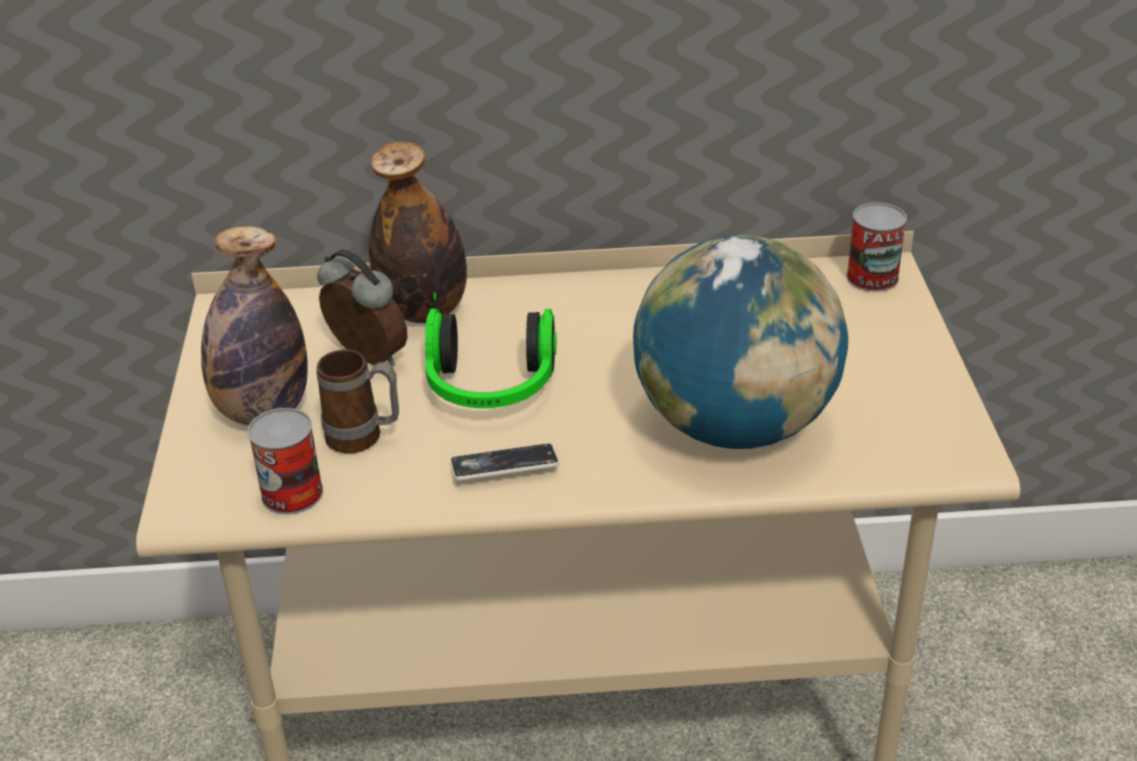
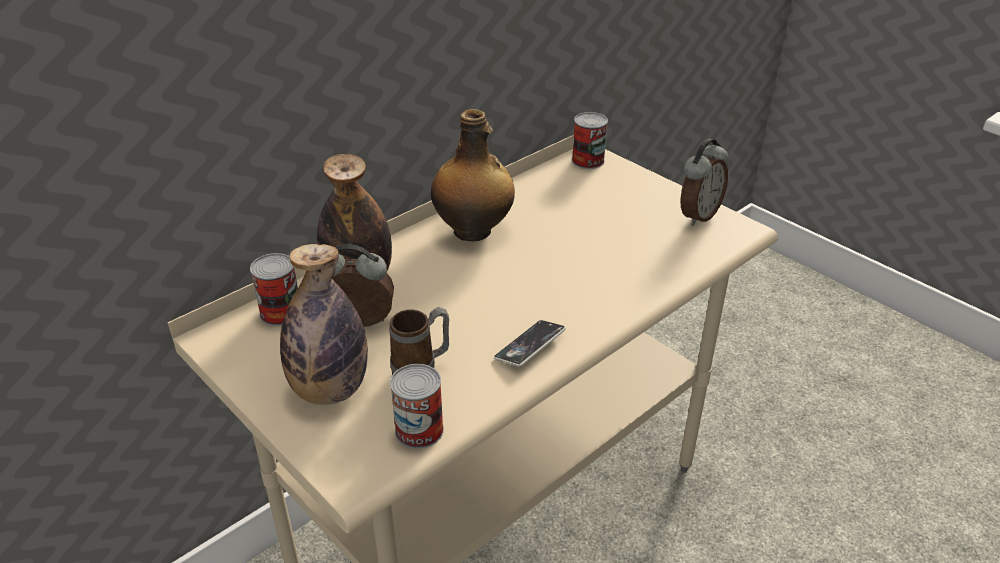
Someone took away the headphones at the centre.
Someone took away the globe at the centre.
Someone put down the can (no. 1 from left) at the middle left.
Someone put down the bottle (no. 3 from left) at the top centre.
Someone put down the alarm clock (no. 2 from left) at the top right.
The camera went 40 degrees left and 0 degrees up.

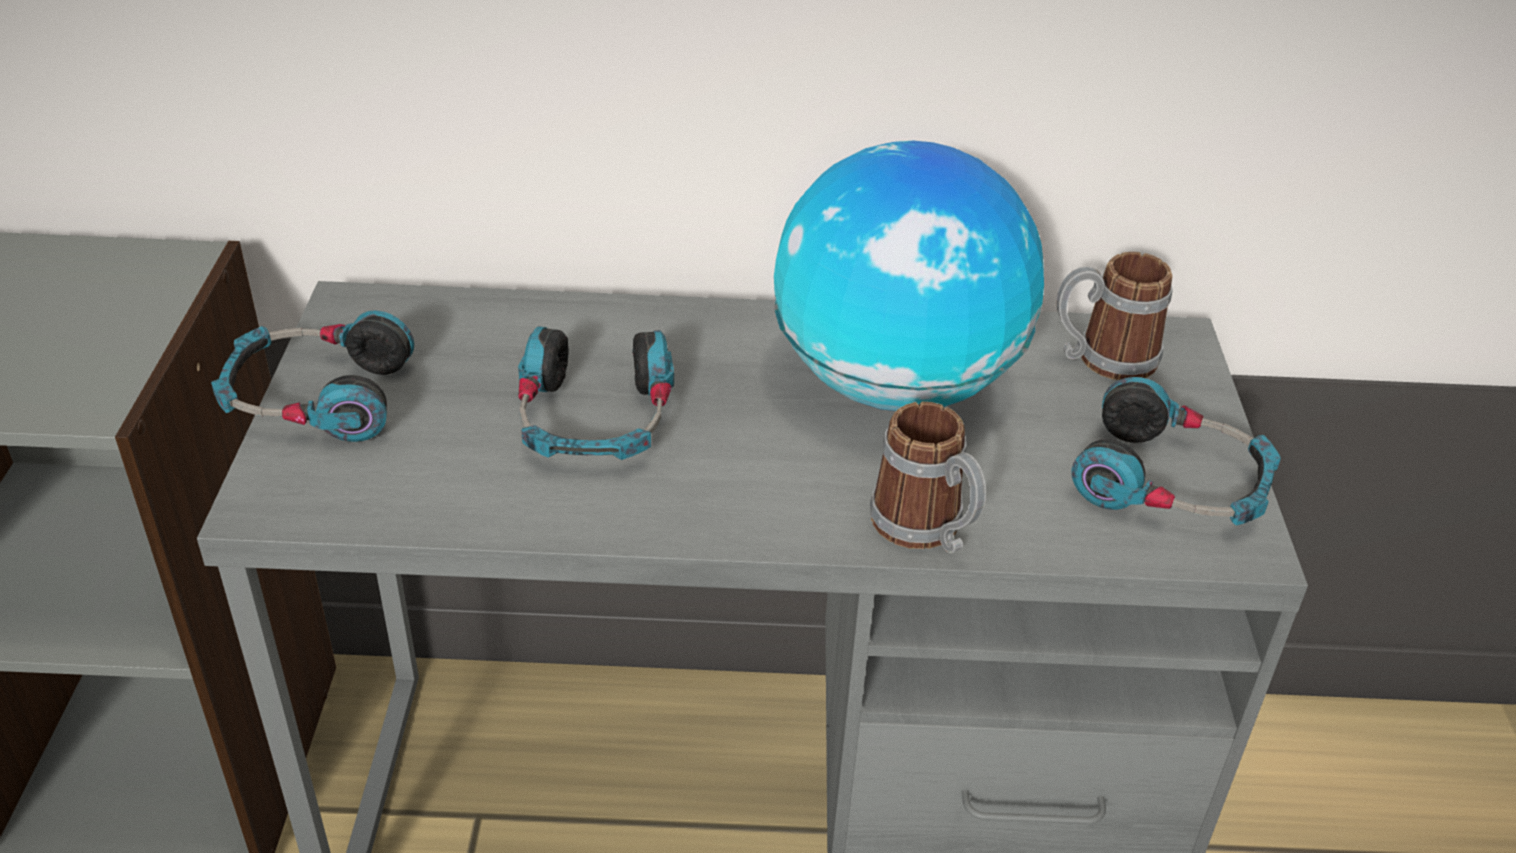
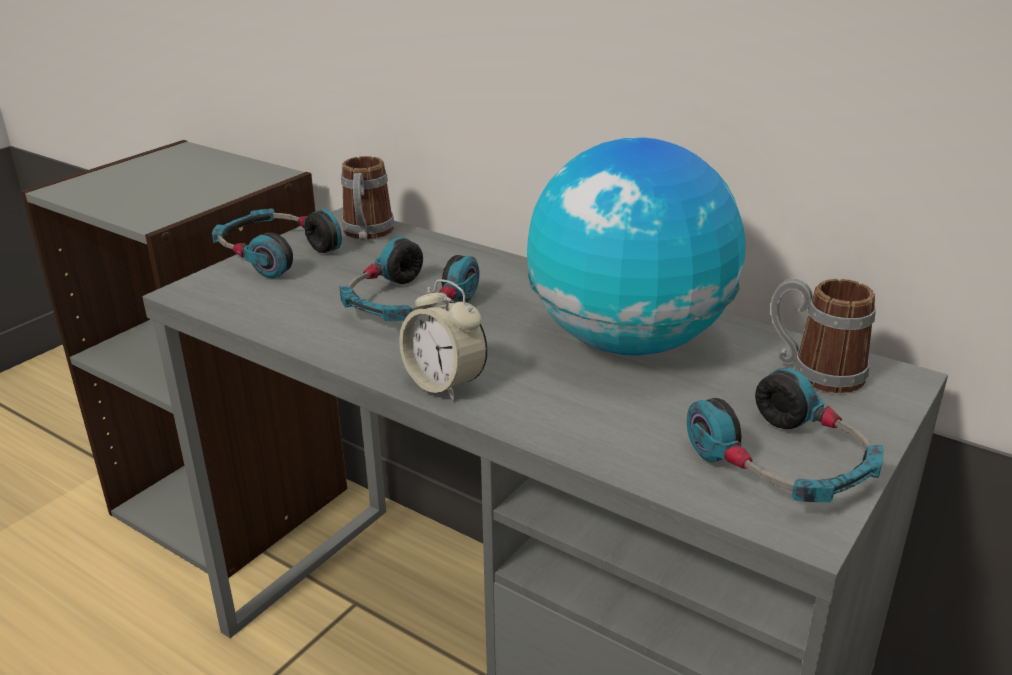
Someone put down the alarm clock at the centre.
Someone carried the mug (no. 1 from left) from the centre to the top centre.
The camera went 35 degrees right and 10 degrees down.

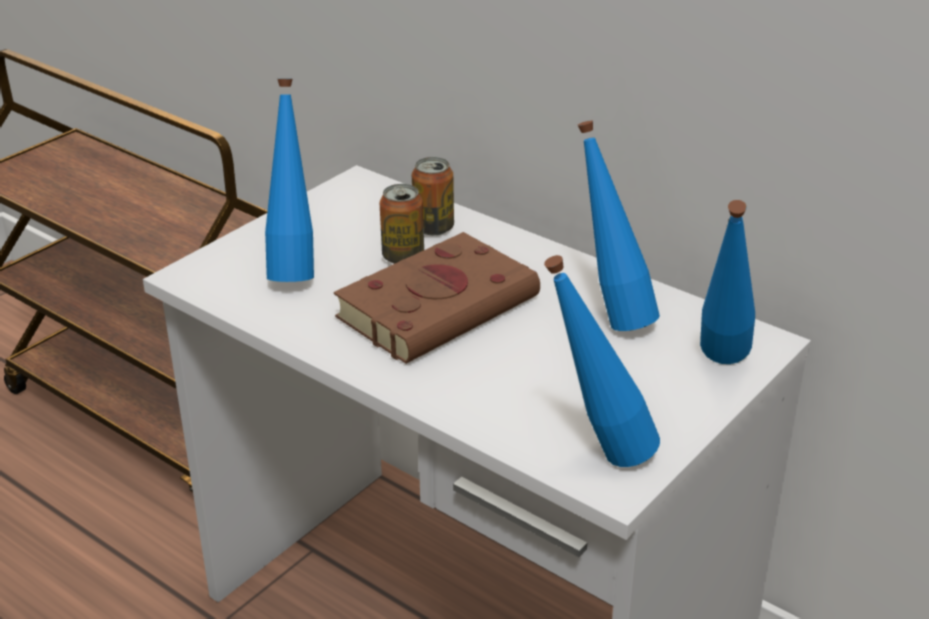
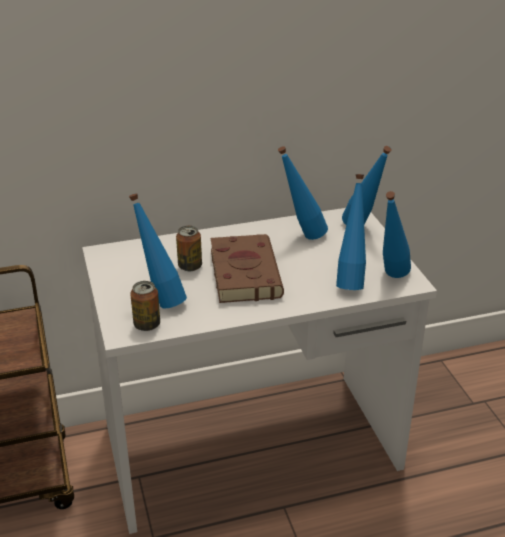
Someone put down the bottle in blue (no. 3 from left) at the middle right.
Someone carried the can (no. 2 from left in the first image) from the top centre to the middle left.
The camera went 55 degrees left and 0 degrees up.

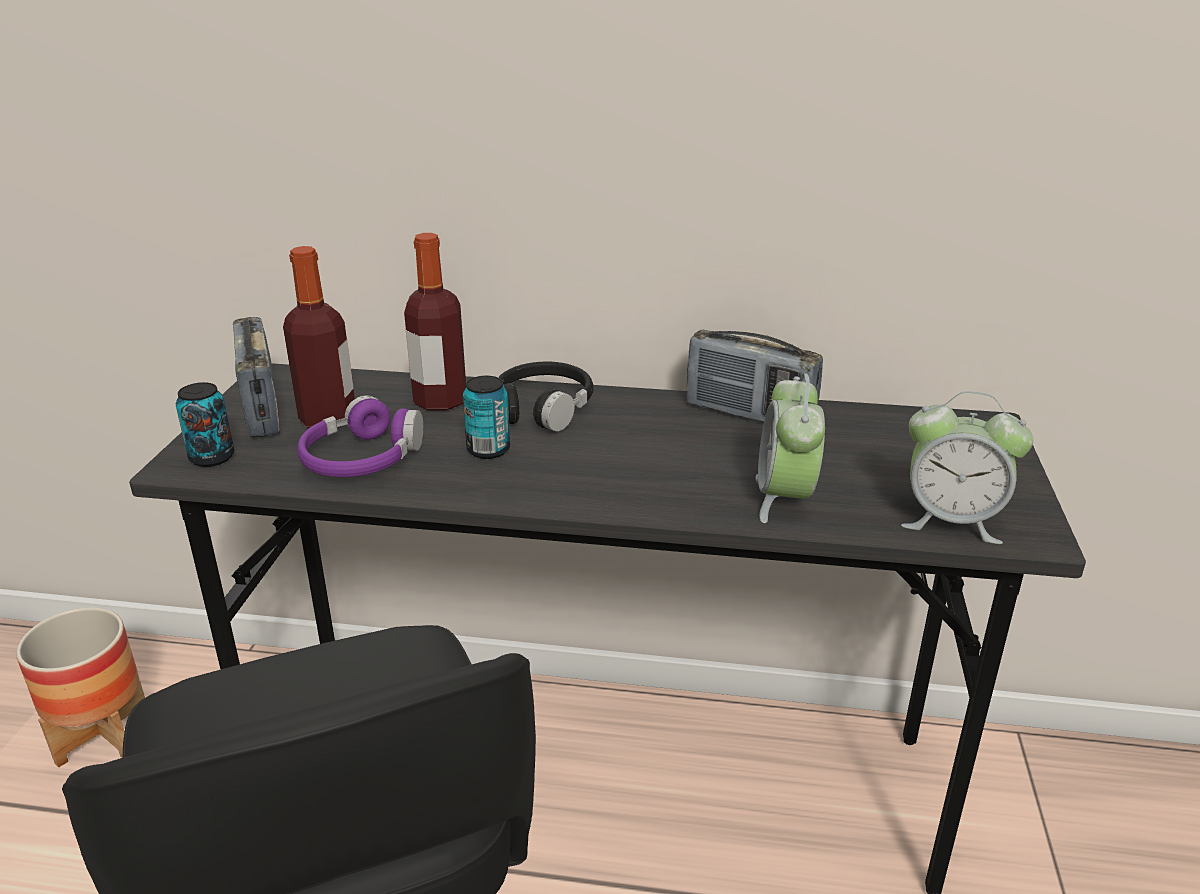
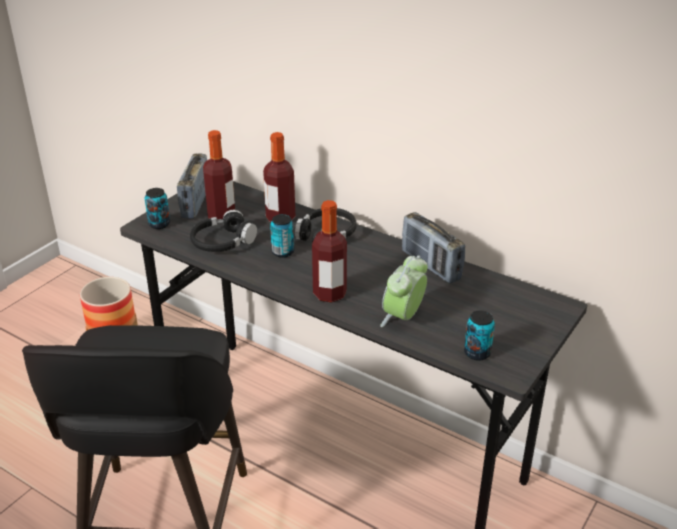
Someone put down the bottle (no. 3 from left) at the centre.
Someone swapped the alarm clock (no. 2 from left) at the middle right for the can (no. 3 from left) at the middle right.
Someone repainted the headphones in purple at the middle left, which became the headphones in black (no. 1 from left) at the middle left.
The camera went 25 degrees right and 5 degrees up.

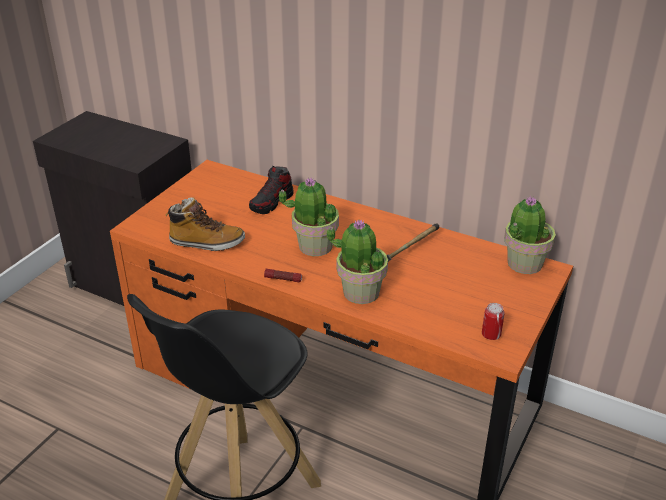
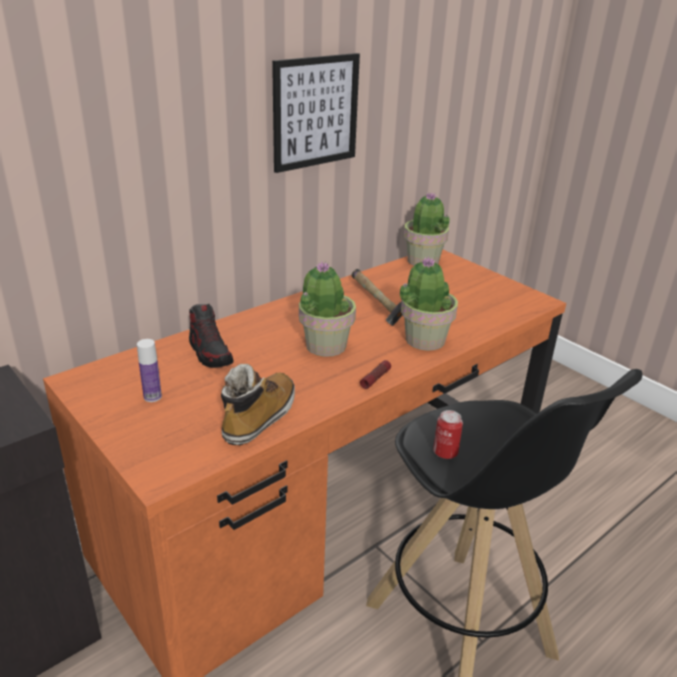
Someone put down the bottle at the middle left.
Someone put up the picture at the top centre.
Someone carried the can from the middle right to the centre.
The camera went 70 degrees left and 5 degrees down.

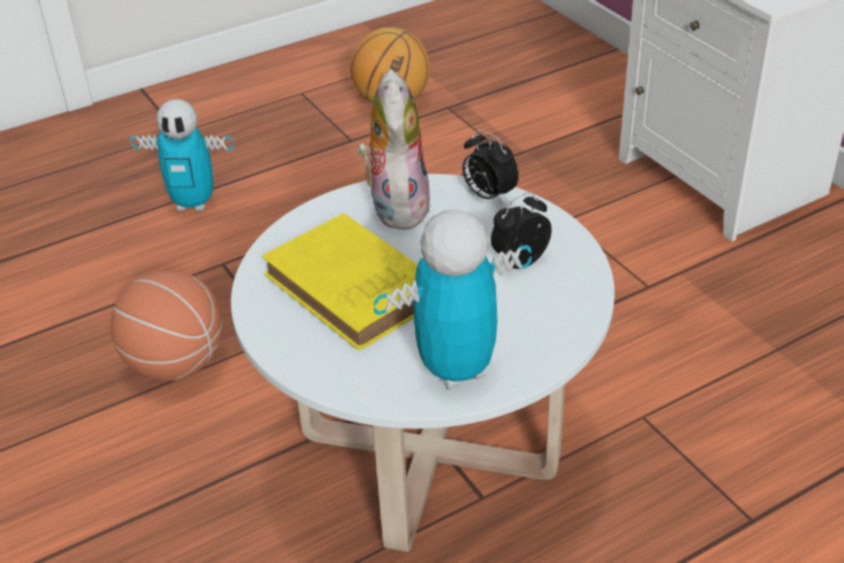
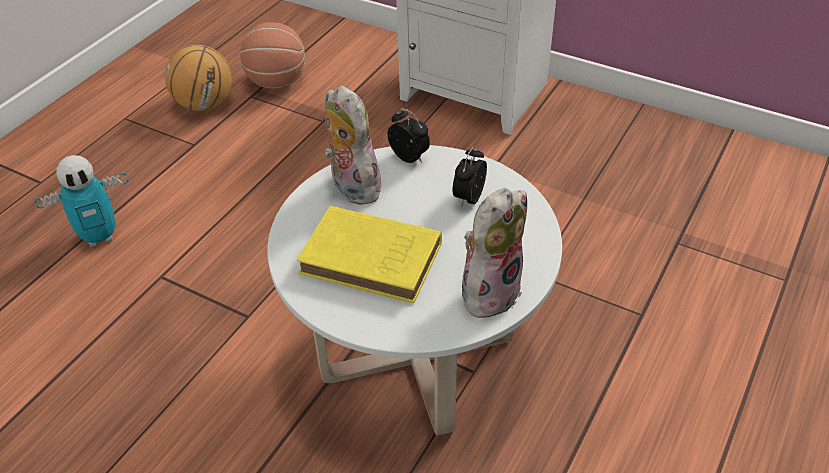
Someone carried the basketball (no. 1 from left in the first image) from the middle left to the top left.
Someone swapped the toy robot (no. 2 from left) at the centre for the plush toy (no. 2 from left) at the centre.
Someone rotated the alarm clock (no. 1 from left) at the top centre by 150 degrees counterclockwise.
The camera went 30 degrees left and 5 degrees up.

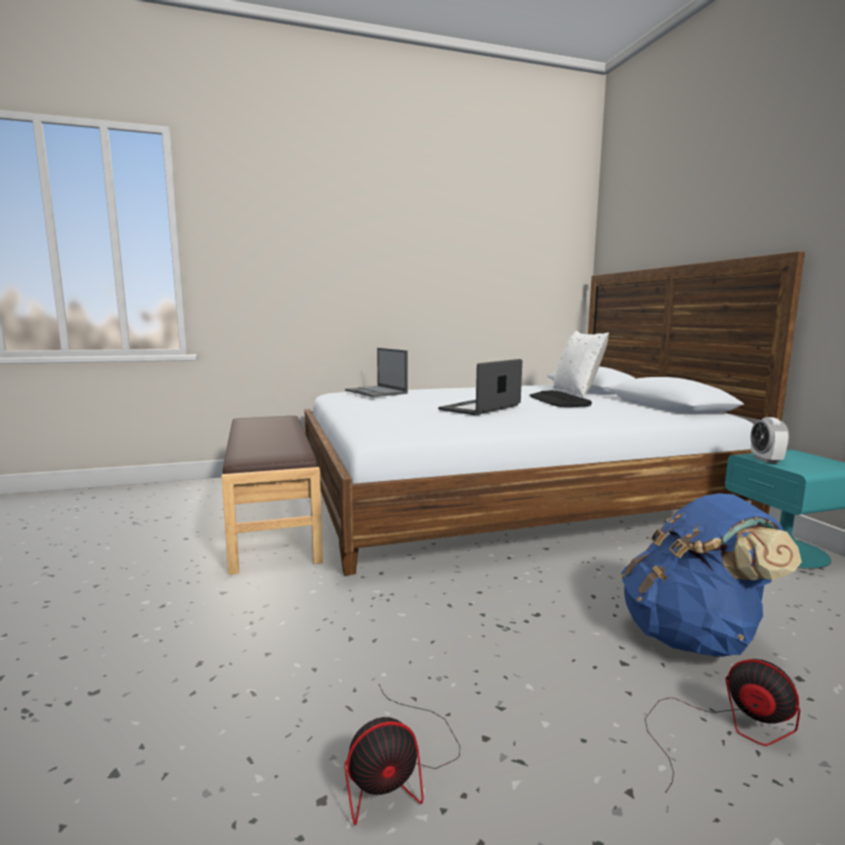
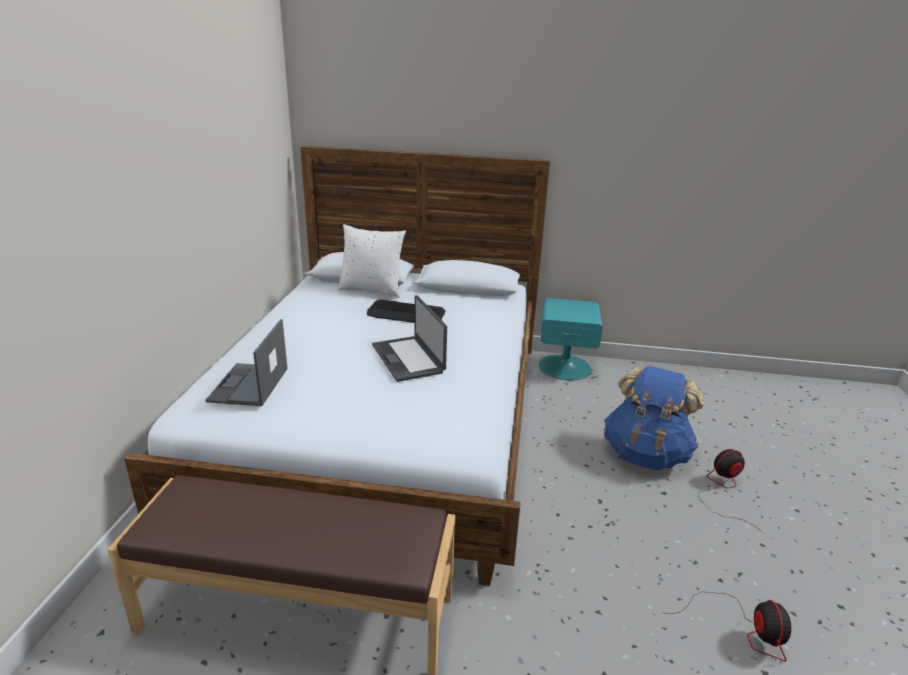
Someone took away the alarm clock at the middle right.
Someone rotated the laptop (no. 1 from left) at the centre by 105 degrees clockwise.
The camera went 65 degrees left and 15 degrees up.

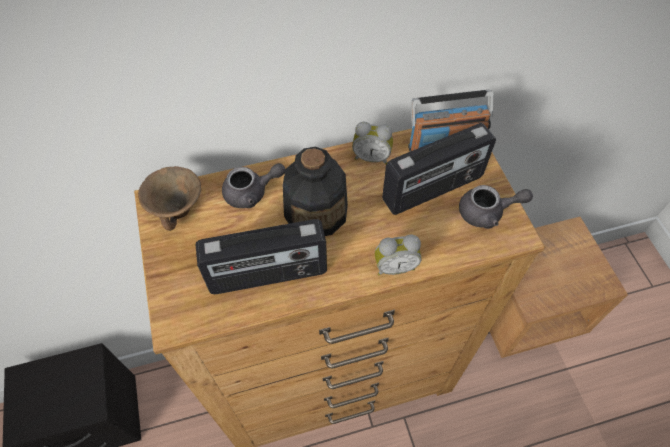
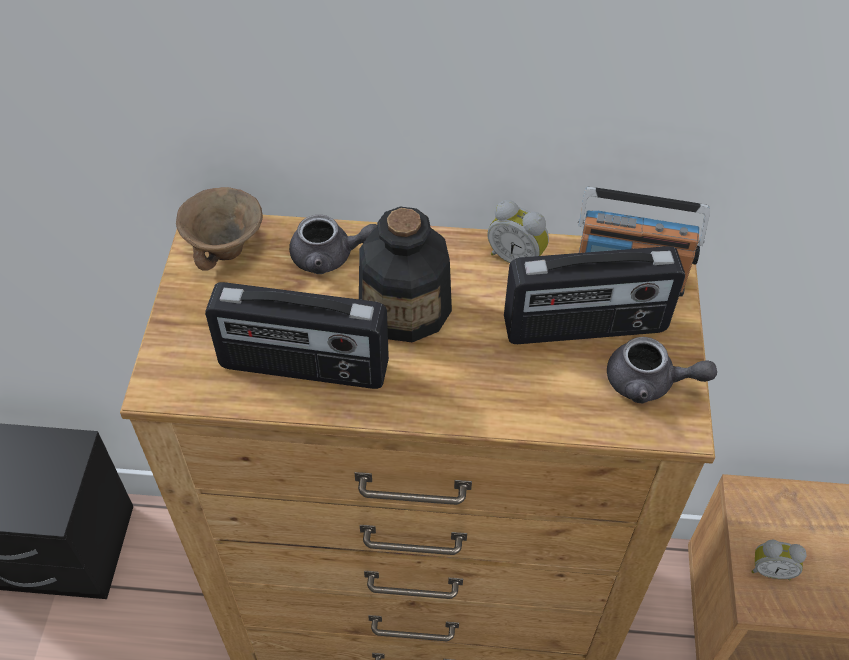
Someone carried the alarm clock (no. 2 from left) from the centre to the bottom right.
The camera went 20 degrees right and 5 degrees down.

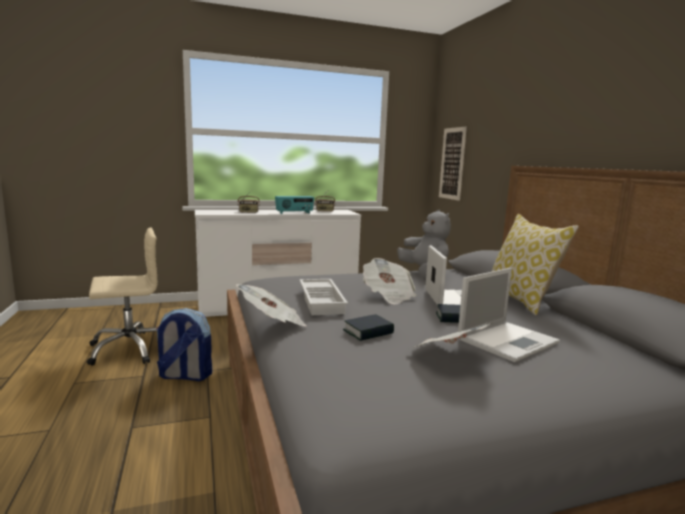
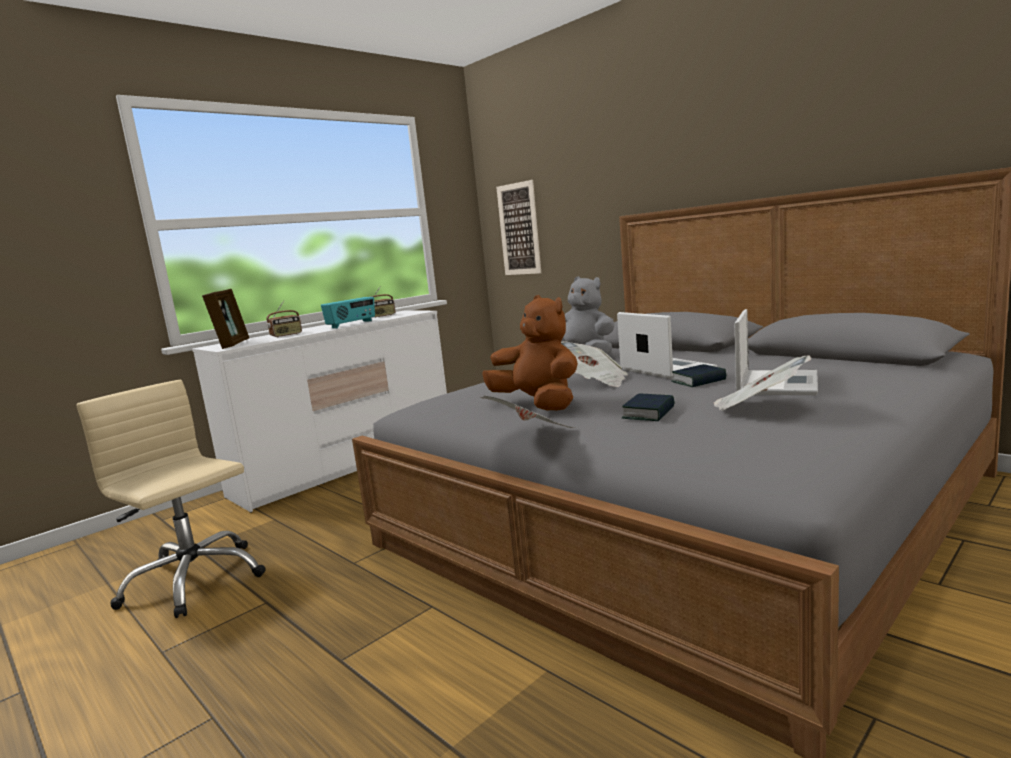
Someone took away the backpack at the bottom left.
Someone took away the pillow at the middle right.
Someone put down the picture frame at the middle left.
Someone swapped the tray in white at the centre for the plush toy in brown at the centre.
Someone rotated the office chair in beige at the middle left by 90 degrees counterclockwise.
The camera went 25 degrees left and 0 degrees up.

